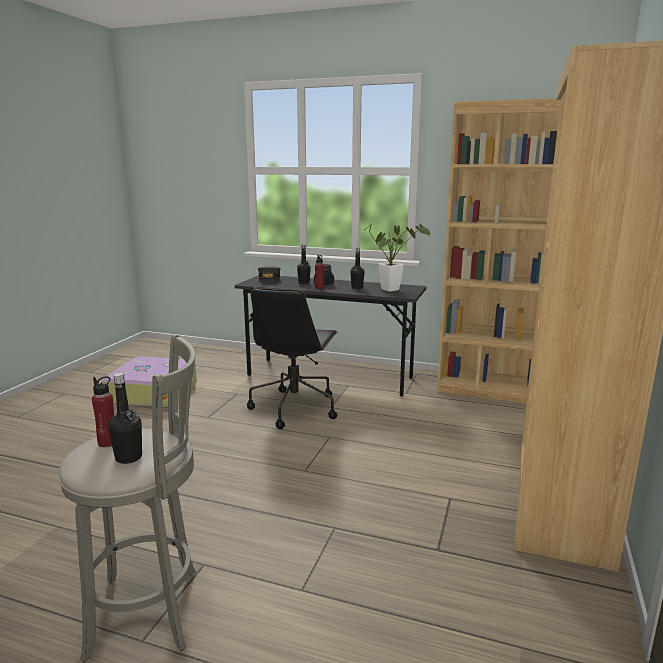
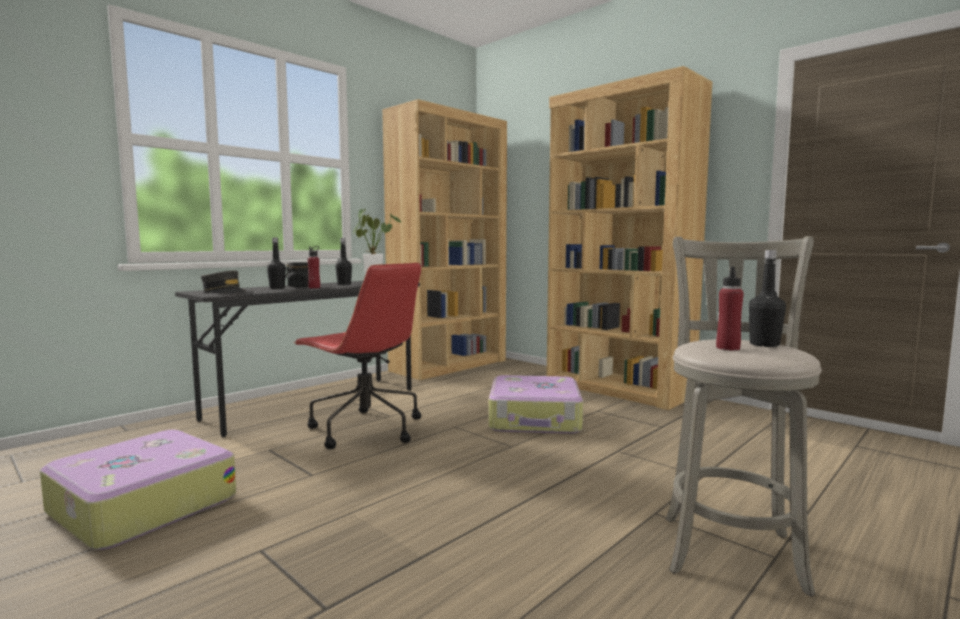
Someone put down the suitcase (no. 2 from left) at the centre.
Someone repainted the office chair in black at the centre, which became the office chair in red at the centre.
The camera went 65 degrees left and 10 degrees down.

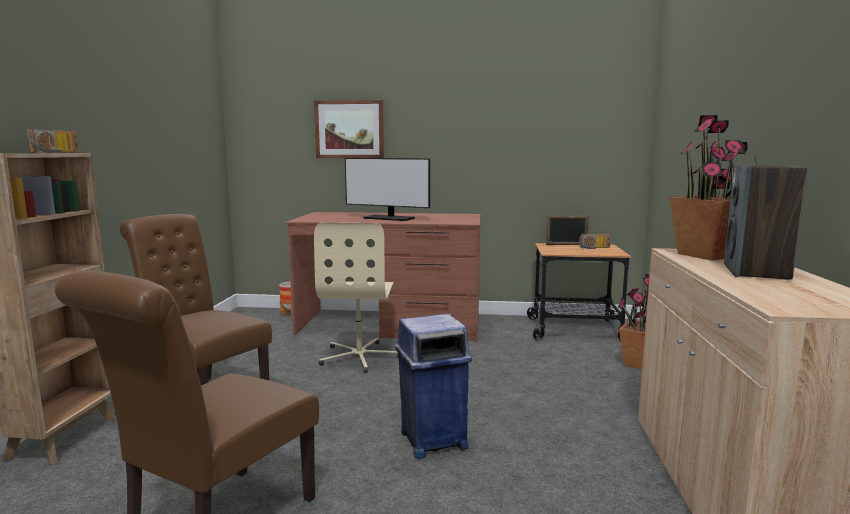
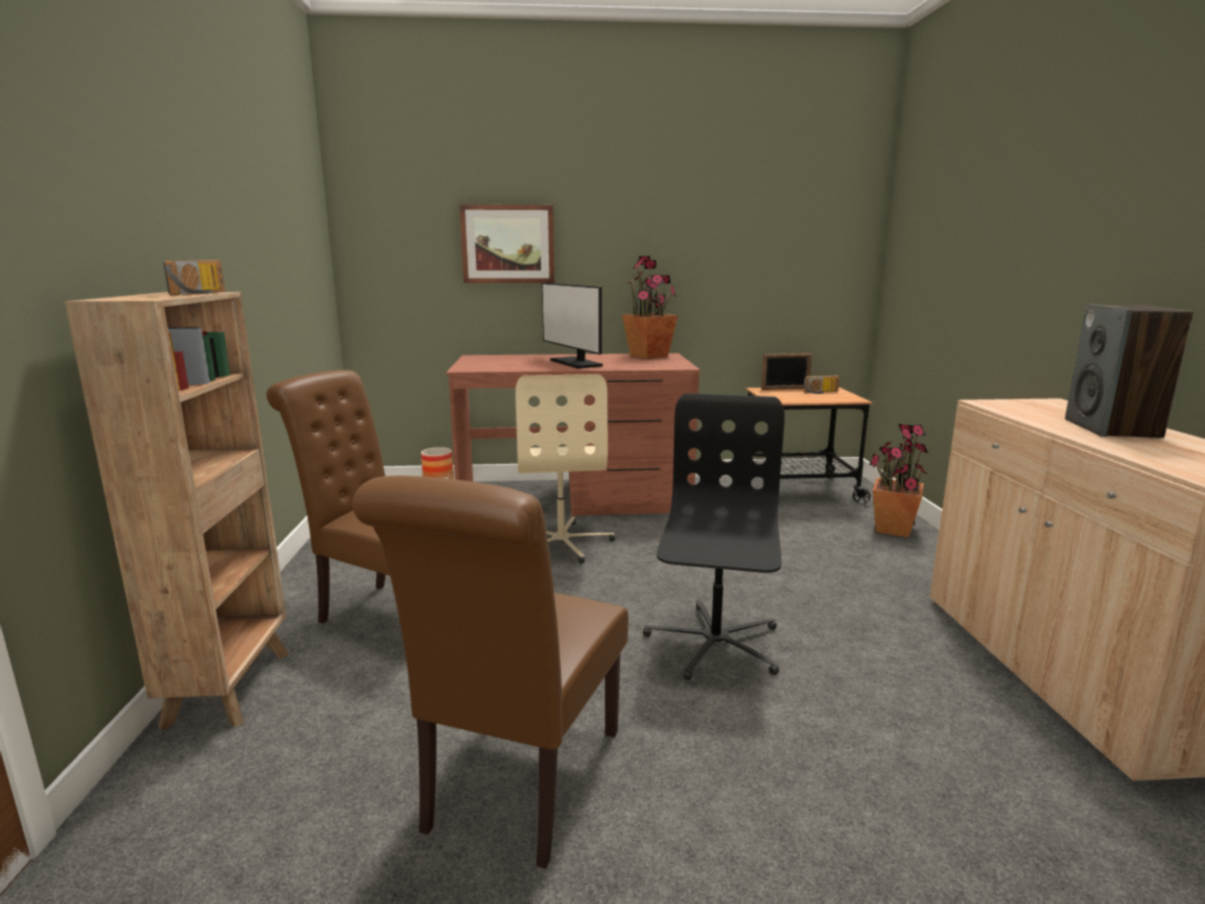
Someone carried the potted plant (no. 2 from left in the first image) from the middle right to the centre.
Someone swapped the trash can in blue at the bottom centre for the office chair in black at the centre.
Someone rotated the monitor at the centre by 45 degrees clockwise.
The camera went 10 degrees left and 5 degrees up.

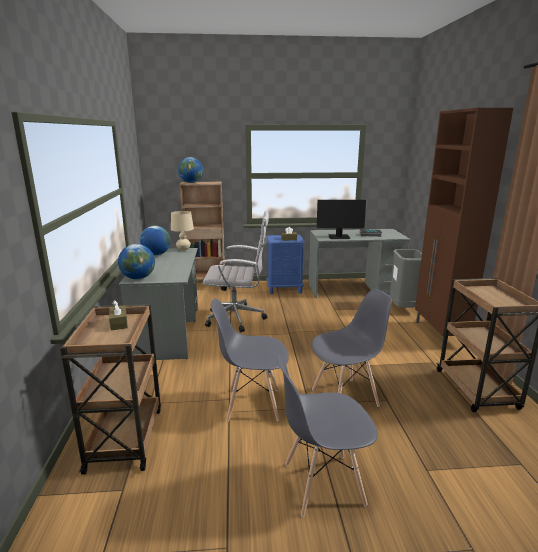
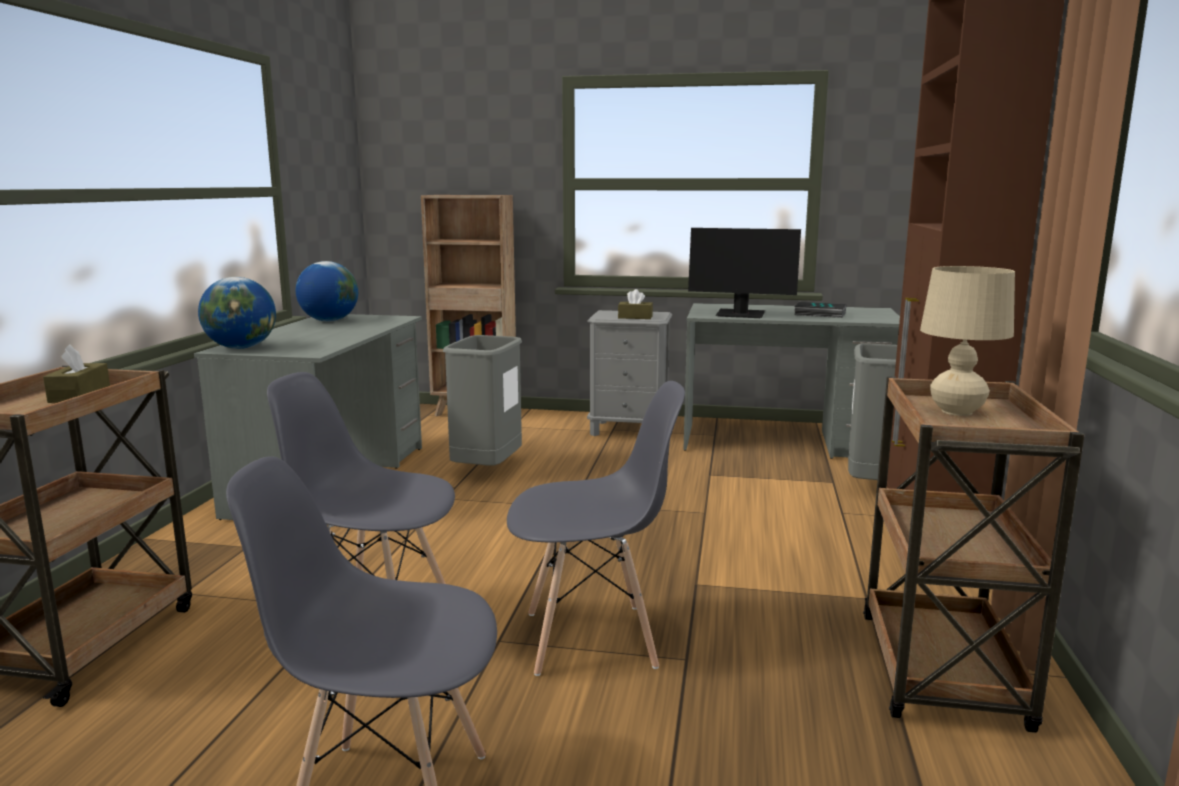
Someone took away the globe (no. 3 from left) at the top centre.
Someone carried the table lamp in beige from the centre to the middle right.
Someone swapped the office chair in white at the centre for the trash can in grey (no. 1 from left) at the centre.
Someone repainted the nightstand in blue at the centre, which became the nightstand in grey at the centre.
The camera went 15 degrees right and 5 degrees down.

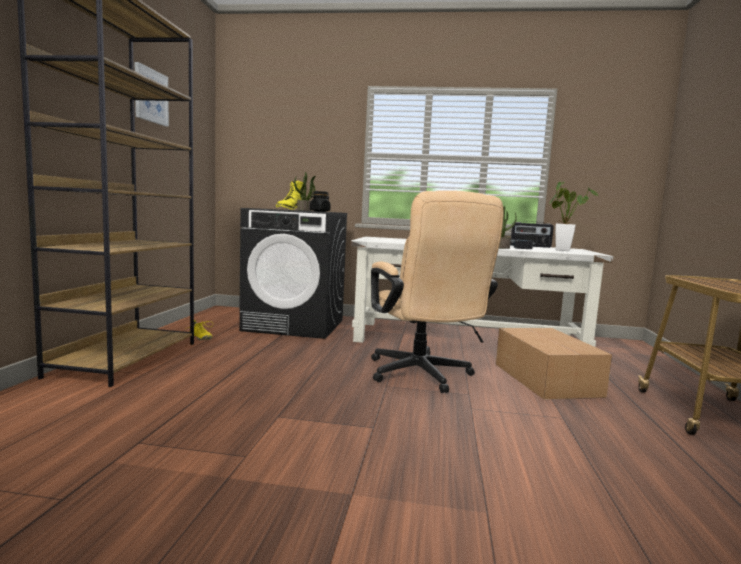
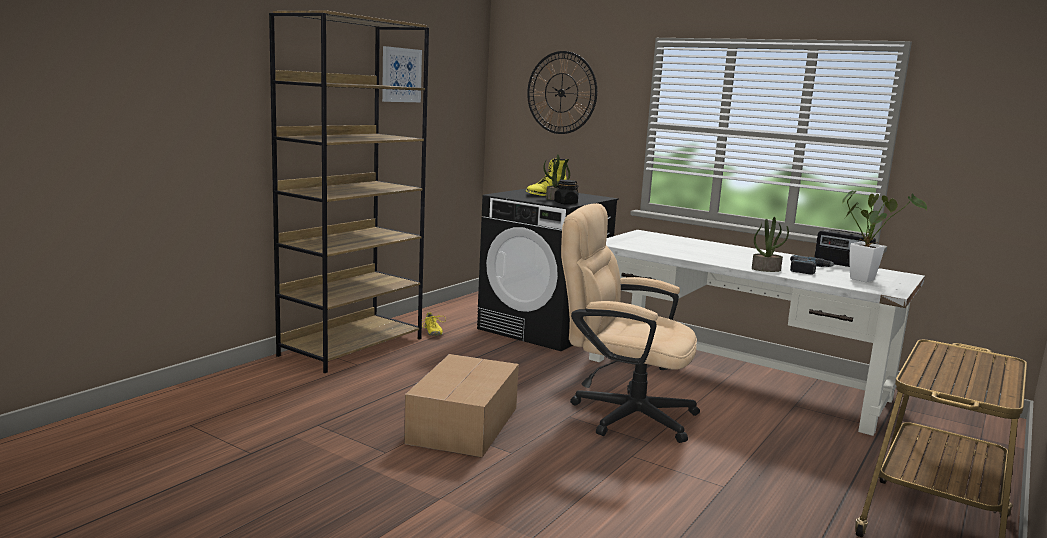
Someone put up the wall clock at the top centre.
Someone carried the cardboard box from the middle right to the bottom centre.
Someone rotated the office chair in beige at the centre by 105 degrees clockwise.
The camera went 25 degrees right and 5 degrees up.

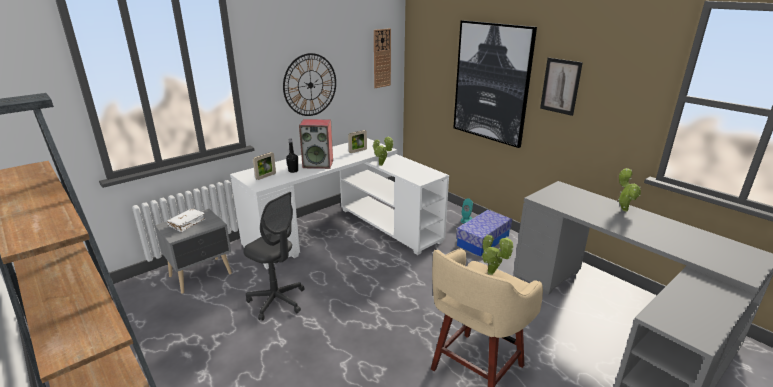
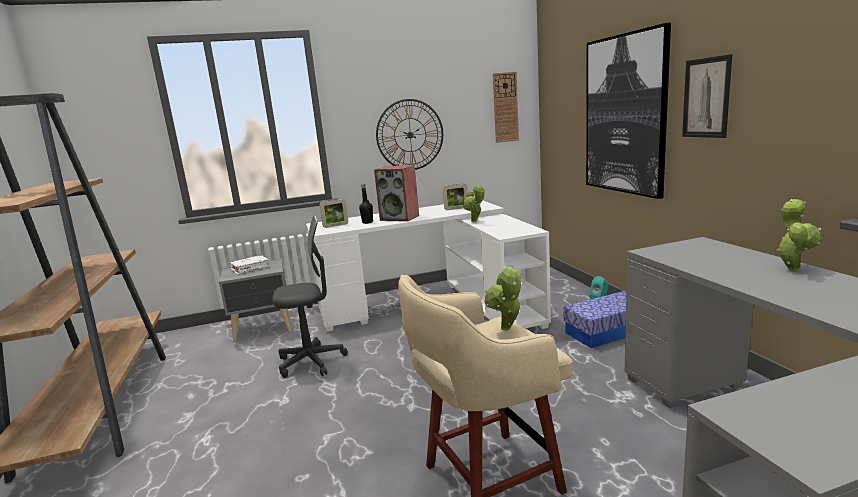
Someone rotated the office chair in grey at the centre by 75 degrees counterclockwise.
The camera went 25 degrees right and 10 degrees down.

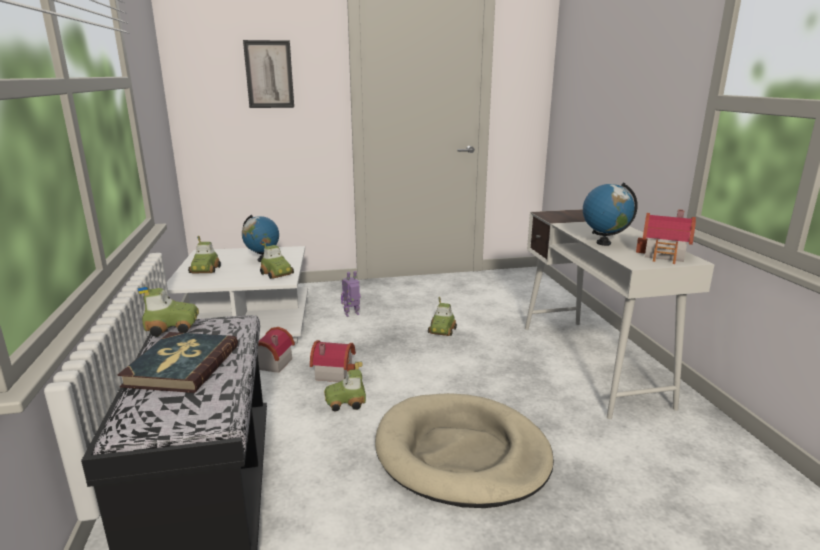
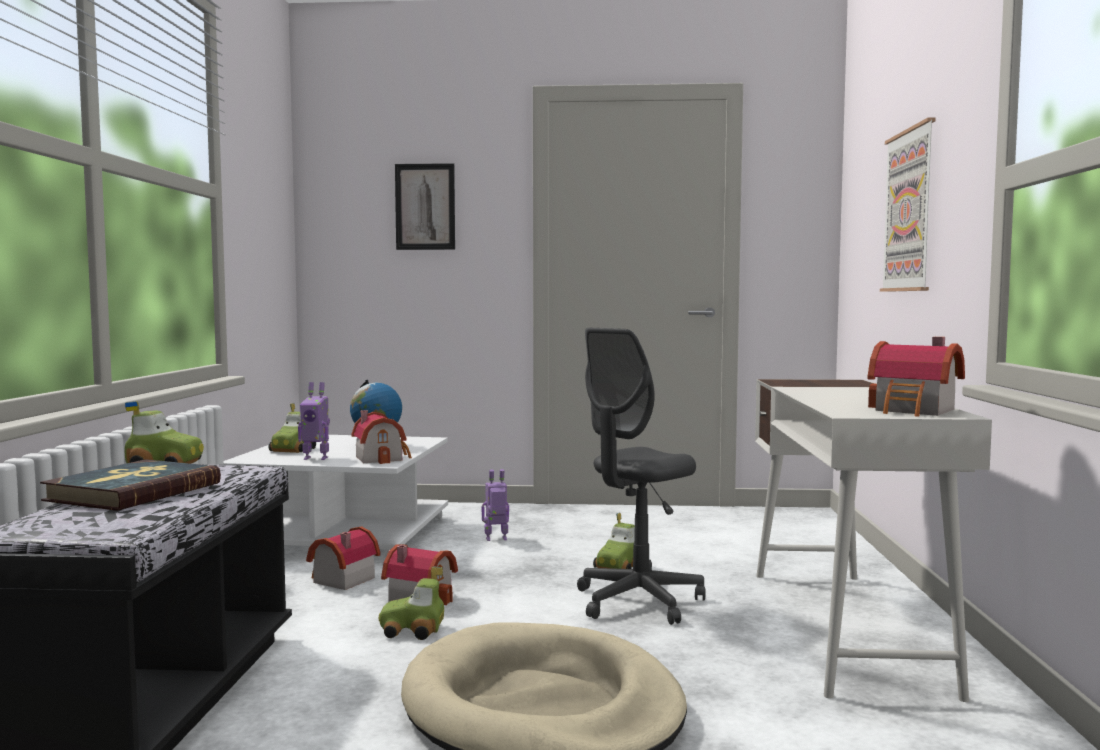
Someone took away the globe (no. 2 from left) at the middle right.
Someone put down the toy robot (no. 1 from left) at the middle left.
Someone put down the office chair in grey at the centre.
Someone put up the picture (no. 2 from left) at the top right.
Someone swapped the toy car (no. 3 from left) at the centre for the toy house (no. 2 from left) at the centre.
The camera went 15 degrees right and 15 degrees down.

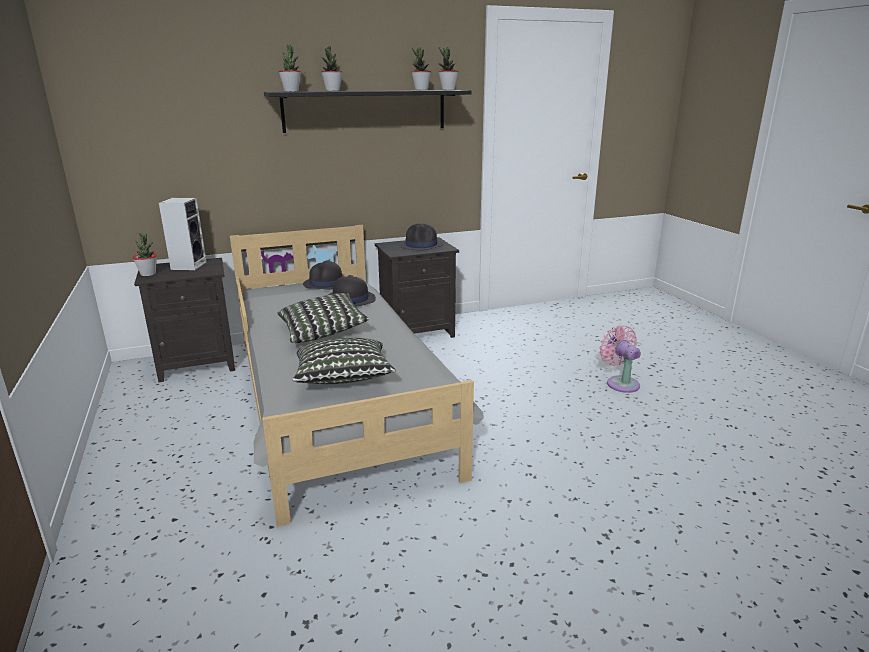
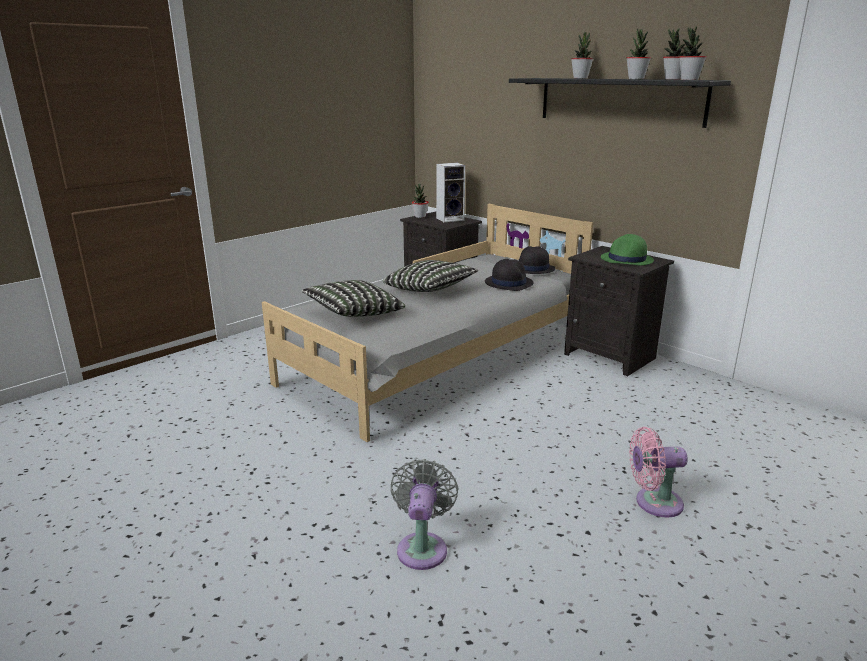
Someone put down the fan in grey at the bottom centre.
Someone carried the potted plant (no. 2 from left in the first image) from the top left to the top right.
Someone repainted the hat in black (no. 3 from left) at the centre, which became the hat in green at the middle right.
Someone rotated the fan in pink at the middle right by 135 degrees counterclockwise.
The camera went 65 degrees right and 0 degrees up.

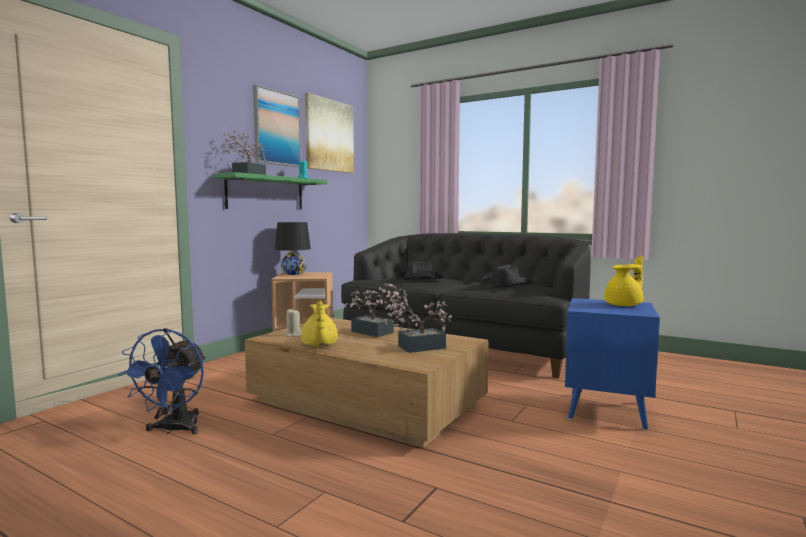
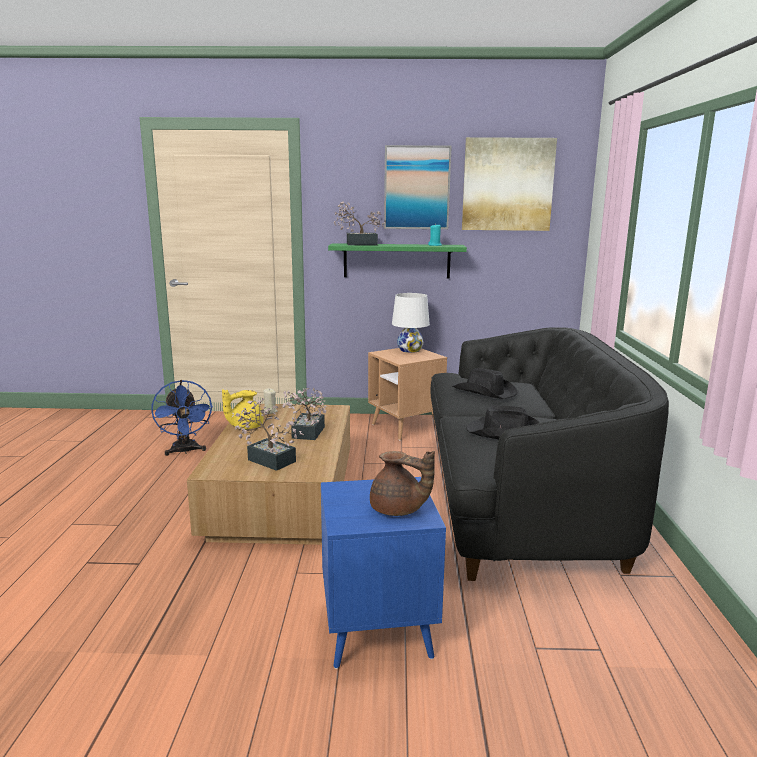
Someone repainted the table lamp in black at the centre, which became the table lamp in white at the centre.
Someone repainted the teapot in yellow (no. 2 from left) at the middle right, which became the teapot in brown at the centre.
Someone rotated the fan in blue at the bottom left by 90 degrees counterclockwise.
The camera went 60 degrees right and 10 degrees up.

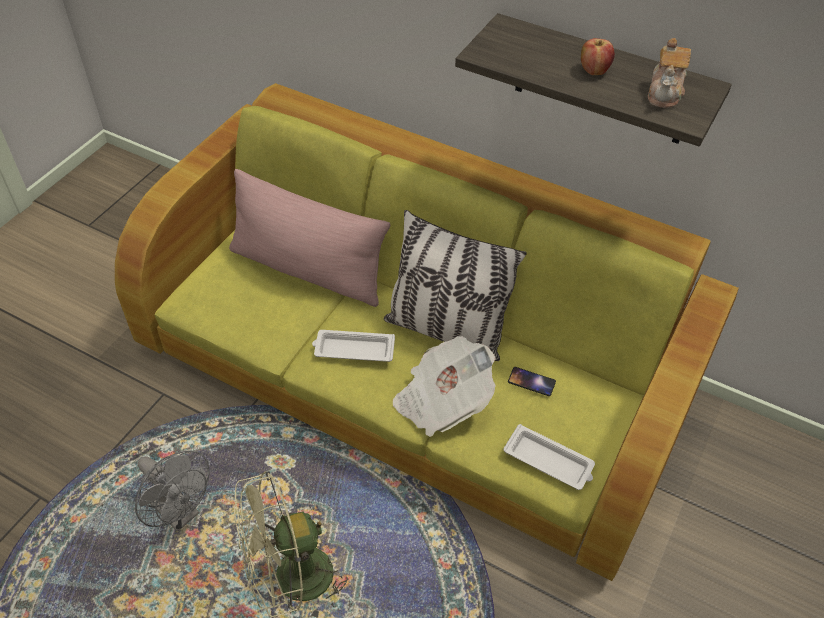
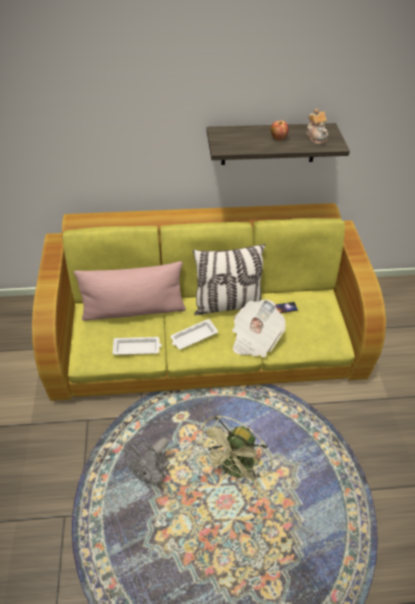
Someone carried the tray in white (no. 2 from left in the first image) from the bottom centre to the middle left.
Someone rotated the fan in grey at the bottom left by 120 degrees clockwise.
The camera went 35 degrees left and 0 degrees up.

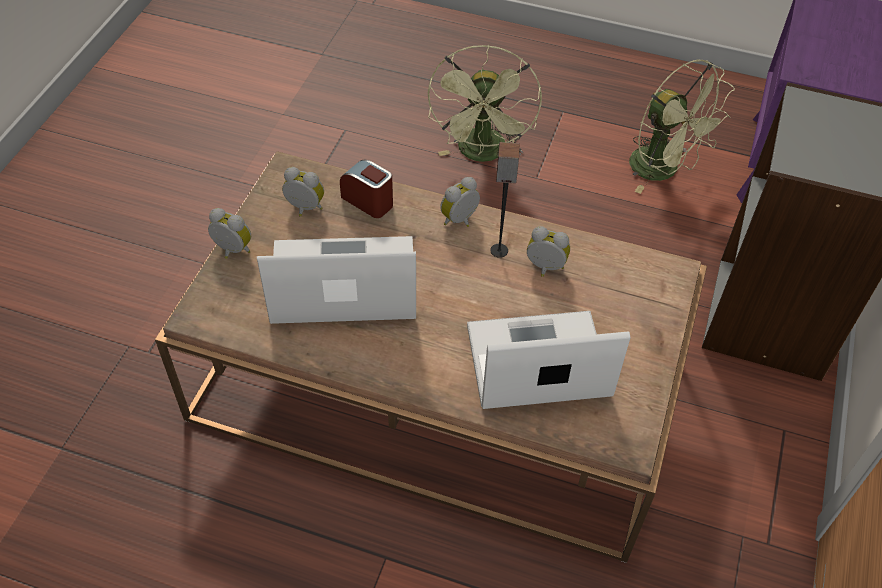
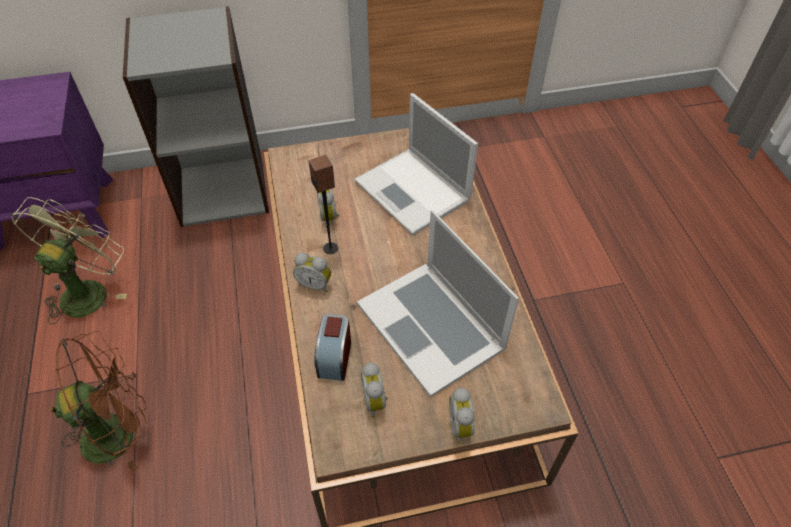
Someone repainted the fan in green (no. 1 from left) at the top centre, which became the fan in brown at the bottom left.
The camera went 120 degrees left and 0 degrees up.

